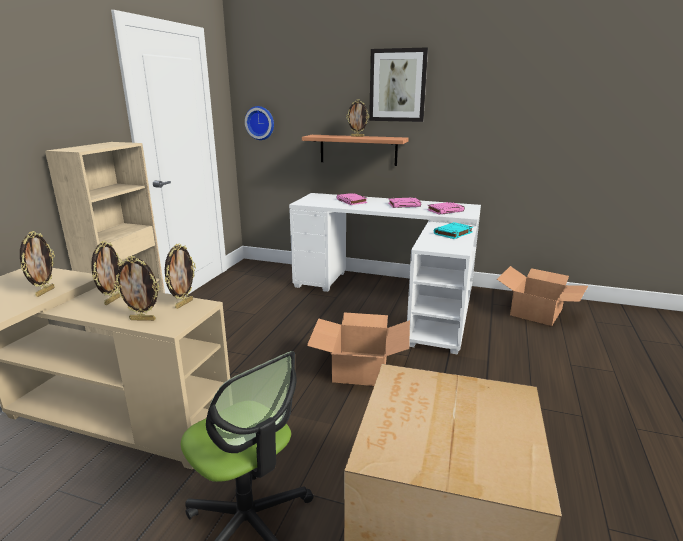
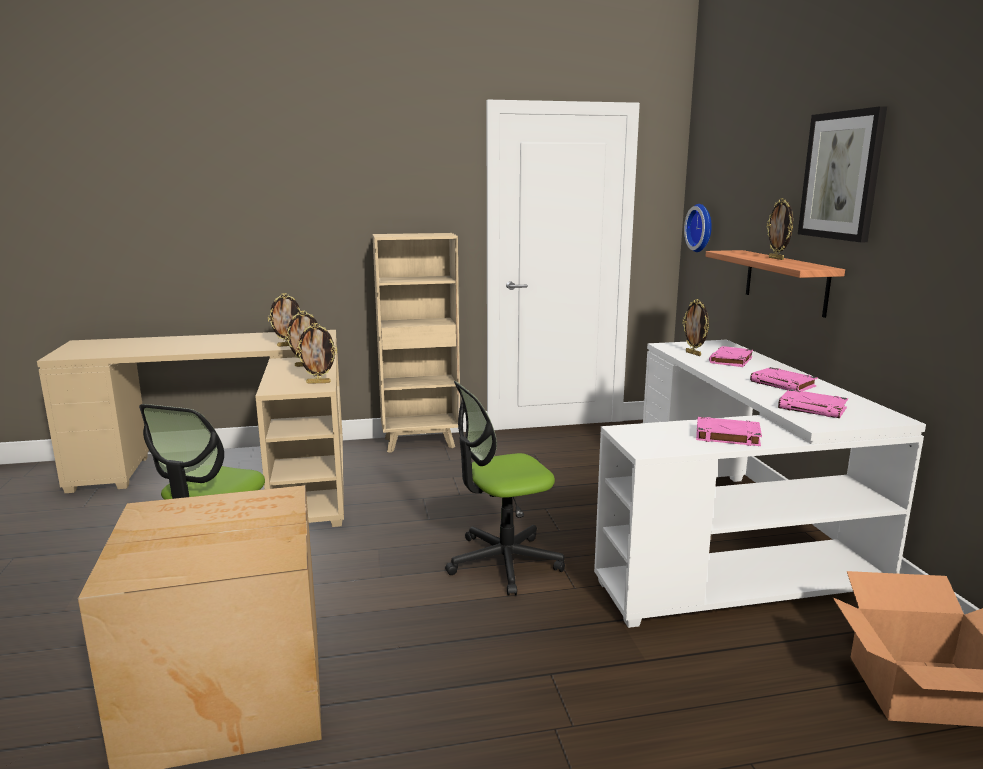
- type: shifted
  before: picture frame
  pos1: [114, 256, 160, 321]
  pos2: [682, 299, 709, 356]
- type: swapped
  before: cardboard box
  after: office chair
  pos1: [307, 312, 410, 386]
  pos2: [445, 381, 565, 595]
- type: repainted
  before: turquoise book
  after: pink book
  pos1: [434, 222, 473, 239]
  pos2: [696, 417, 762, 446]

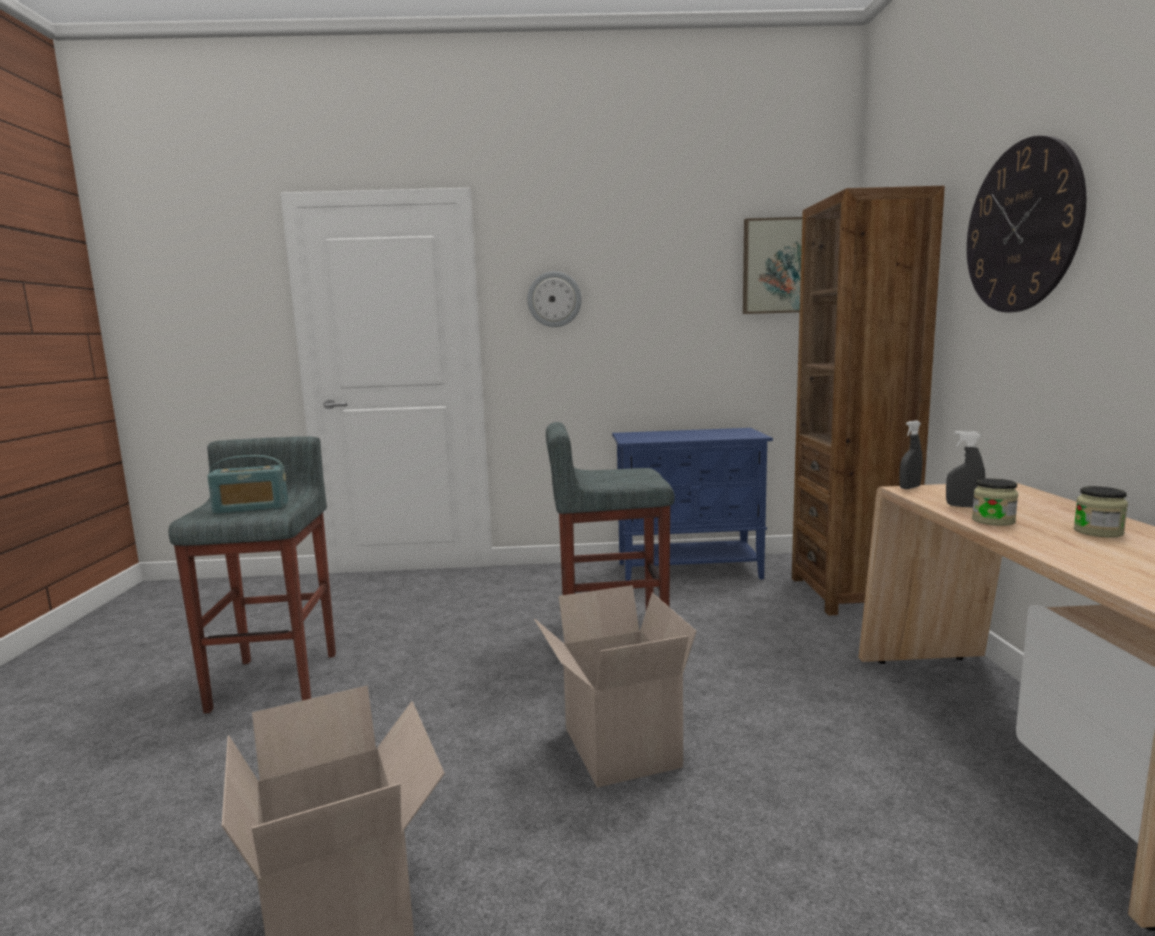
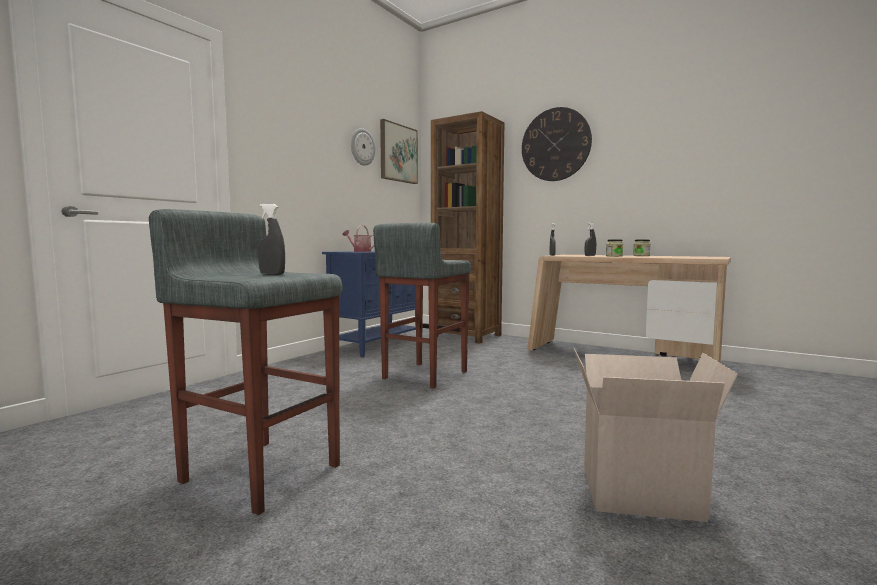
- type: gone
  before: cardboard box
  pos1: [534, 585, 696, 788]
- type: new
  after: watering can
  pos2: [342, 225, 374, 252]
- type: shifted
  before: wall clock
  pos1: [527, 271, 582, 327]
  pos2: [351, 128, 375, 166]
- type: swapped
  before: radio
  after: grey spray bottle
  pos1: [207, 455, 288, 514]
  pos2: [258, 204, 285, 275]

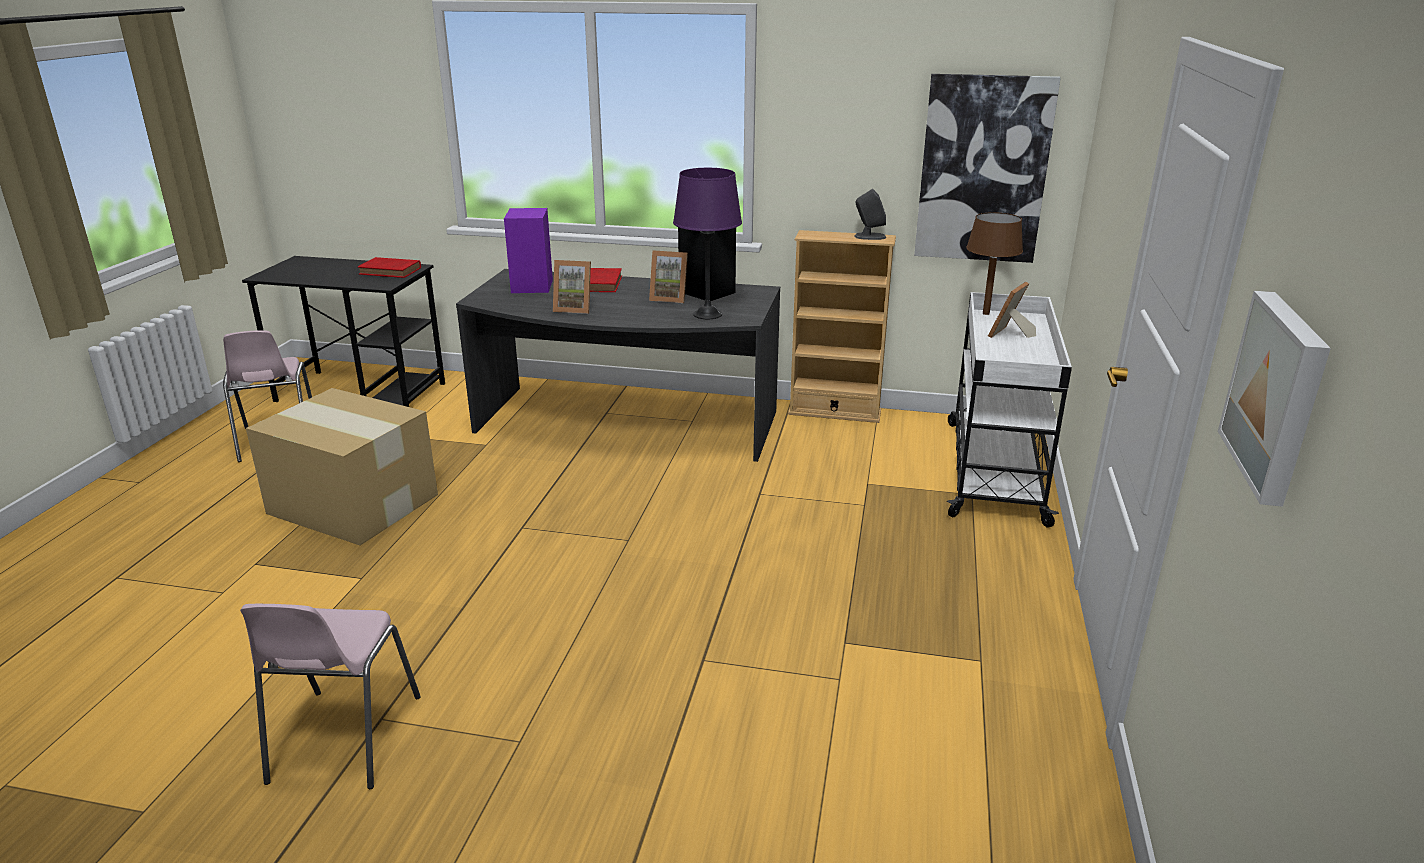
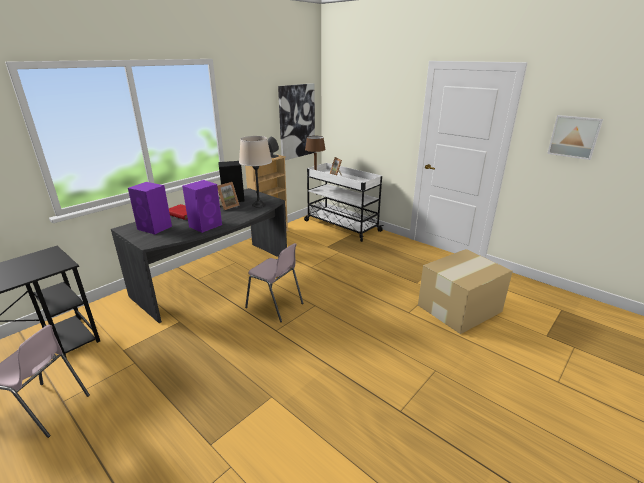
- type: gone
  before: red book
  pos1: [358, 257, 421, 278]
- type: shifted
  before: pink chair
  pos1: [240, 604, 420, 789]
  pos2: [245, 243, 303, 322]
- type: shifted
  before: cardboard box
  pos1: [246, 388, 438, 545]
  pos2: [418, 249, 513, 334]
- type: swapped
  before: picture frame
  after: purple speaker
  pos1: [553, 260, 591, 314]
  pos2: [182, 180, 222, 233]
- type: repainted
  before: purple table lamp
  after: beige table lamp
  pos1: [673, 168, 742, 319]
  pos2: [239, 136, 272, 207]

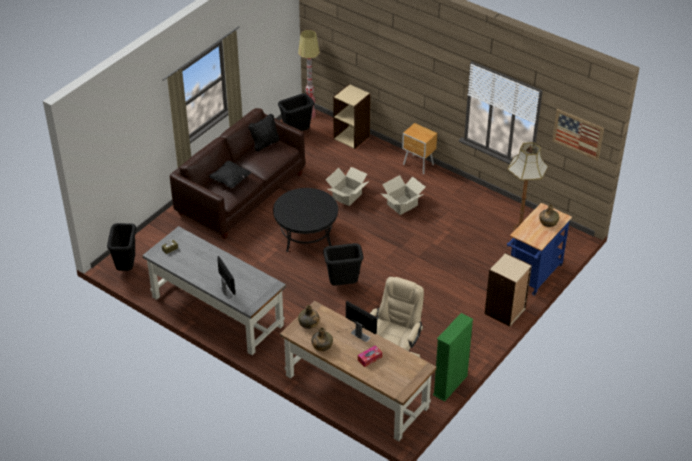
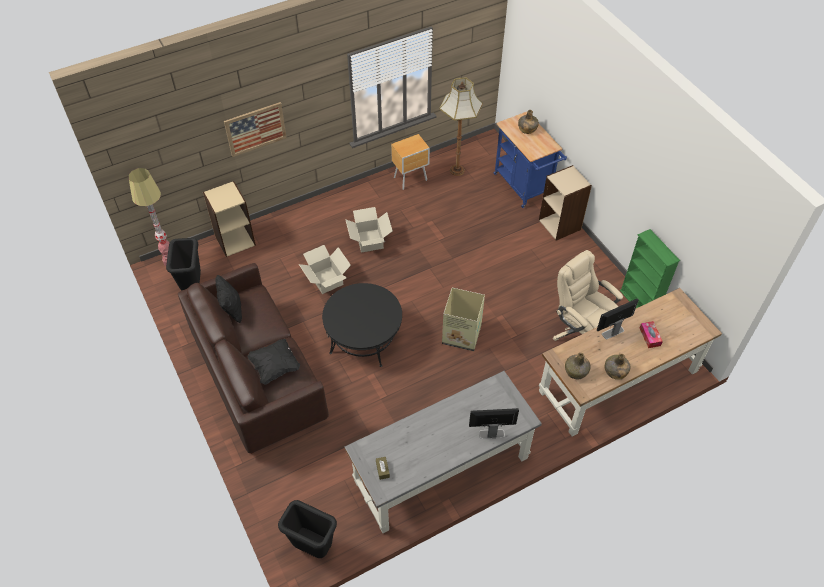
- type: shifted
  before: brown nightstand
  pos1: [402, 123, 437, 174]
  pos2: [391, 134, 430, 190]
- type: shifted
  before: picture
  pos1: [552, 109, 604, 161]
  pos2: [224, 102, 287, 157]
- type: swapped
  before: black trash can
  after: cardboard box
  pos1: [323, 243, 364, 286]
  pos2: [442, 288, 485, 351]

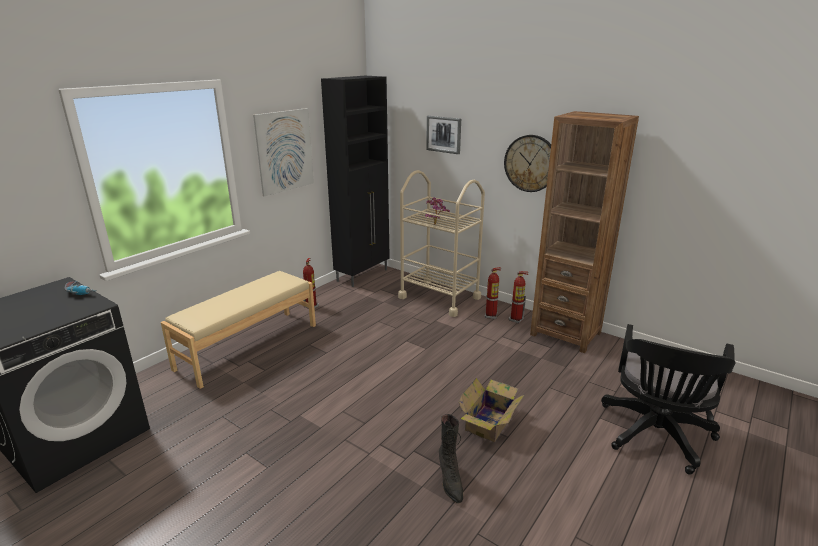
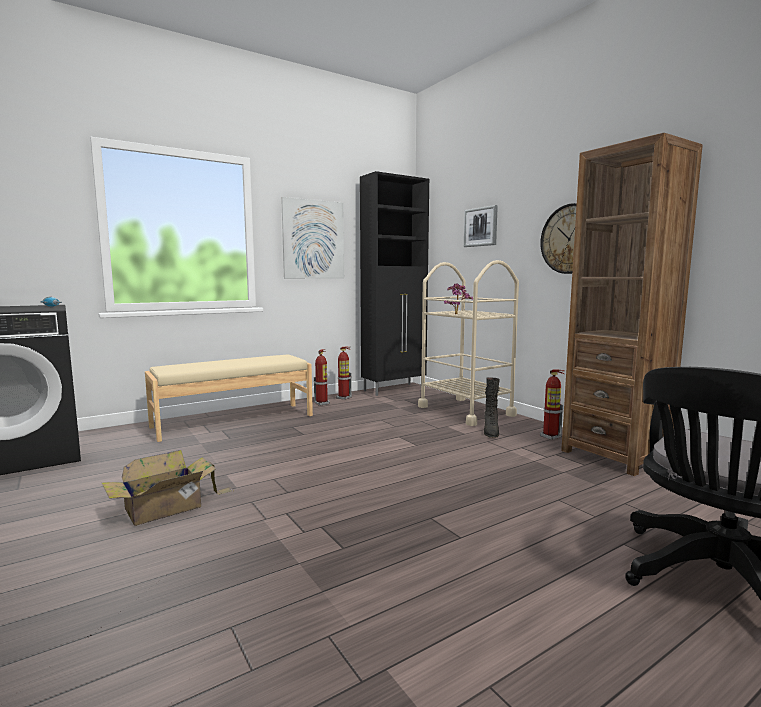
- type: shifted
  before: black boot
  pos1: [439, 414, 463, 504]
  pos2: [484, 377, 500, 438]
- type: shifted
  before: cardboard box
  pos1: [459, 378, 525, 442]
  pos2: [102, 450, 234, 526]
- type: shifted
  before: fire extinguisher
  pos1: [485, 267, 501, 319]
  pos2: [336, 347, 352, 400]

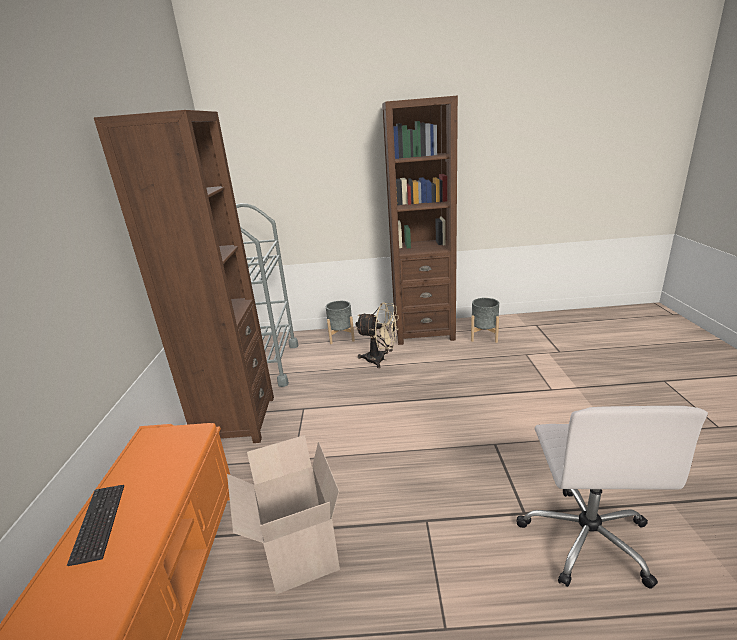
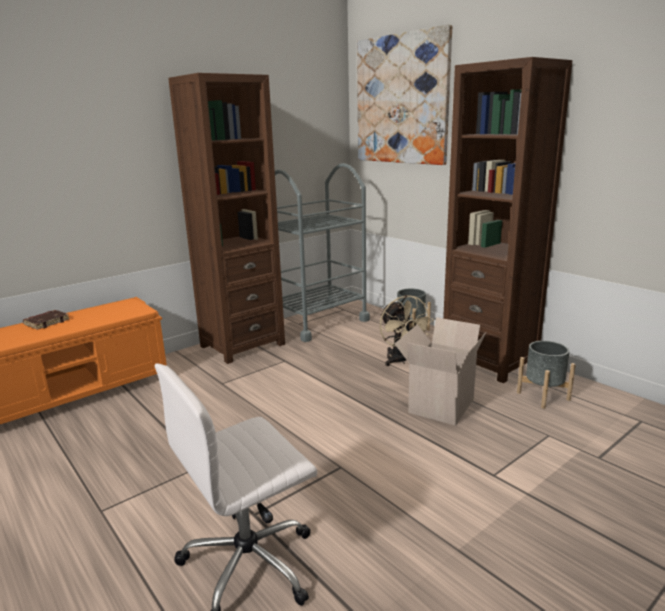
- type: new
  after: picture
  pos2: [357, 25, 452, 165]
- type: shifted
  before: cardboard box
  pos1: [227, 435, 340, 595]
  pos2: [394, 317, 486, 426]
- type: swapped
  before: keyboard
  after: brown book
  pos1: [67, 485, 124, 566]
  pos2: [23, 310, 69, 330]

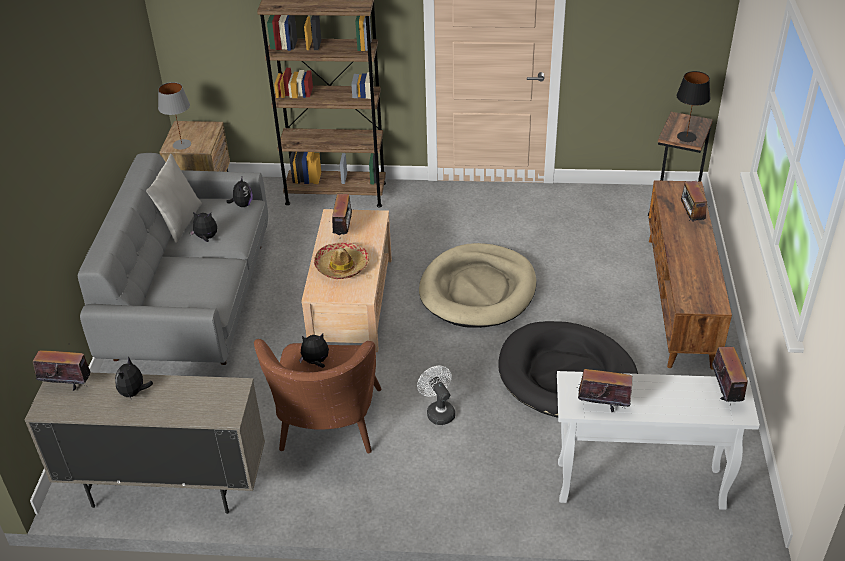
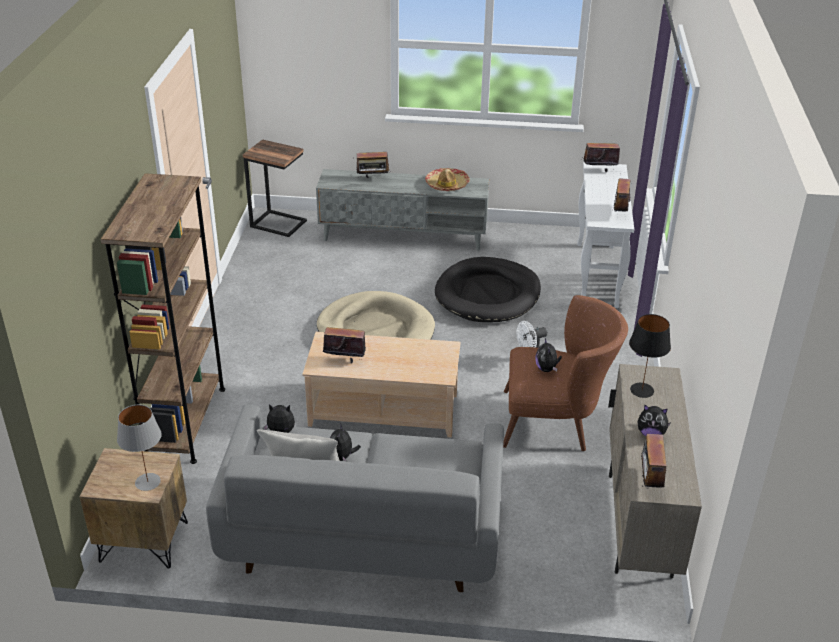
- type: shifted
  before: hat
  pos1: [314, 242, 369, 279]
  pos2: [425, 168, 470, 191]
- type: shifted
  before: black table lamp
  pos1: [676, 71, 711, 142]
  pos2: [629, 314, 671, 398]
- type: repainted
  before: brown tv stand
  after: grey tv stand
  pos1: [648, 180, 732, 370]
  pos2: [316, 169, 489, 251]

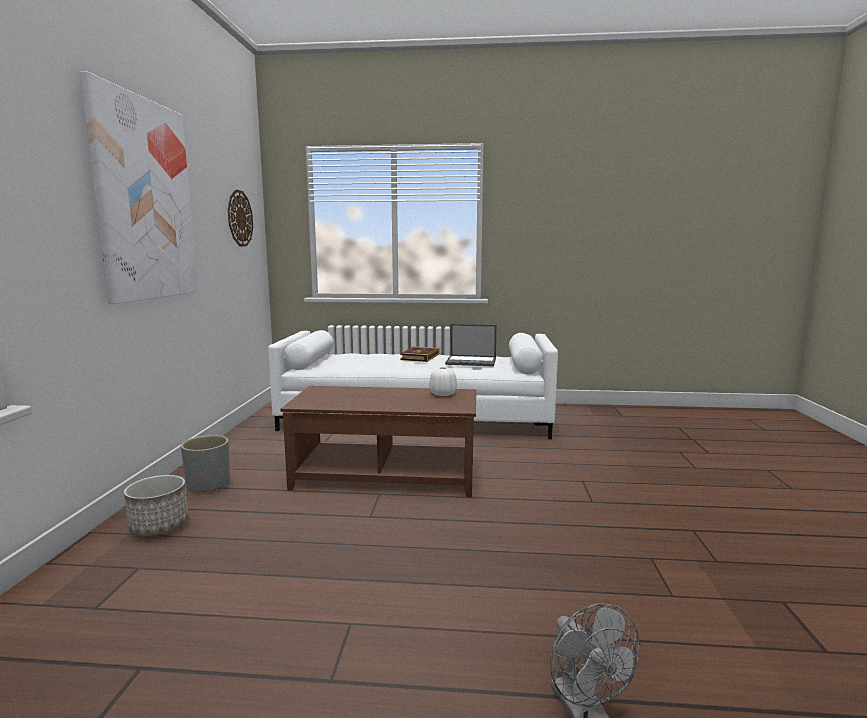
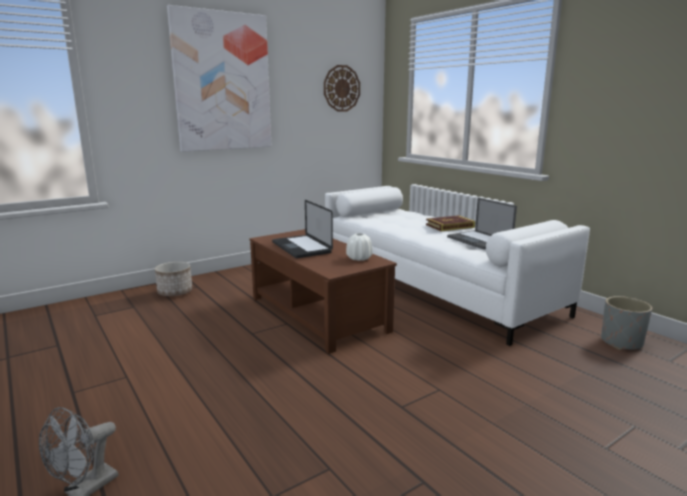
- type: new
  after: laptop
  pos2: [272, 200, 333, 258]
- type: shifted
  before: grey planter
  pos1: [181, 435, 230, 494]
  pos2: [601, 296, 652, 350]

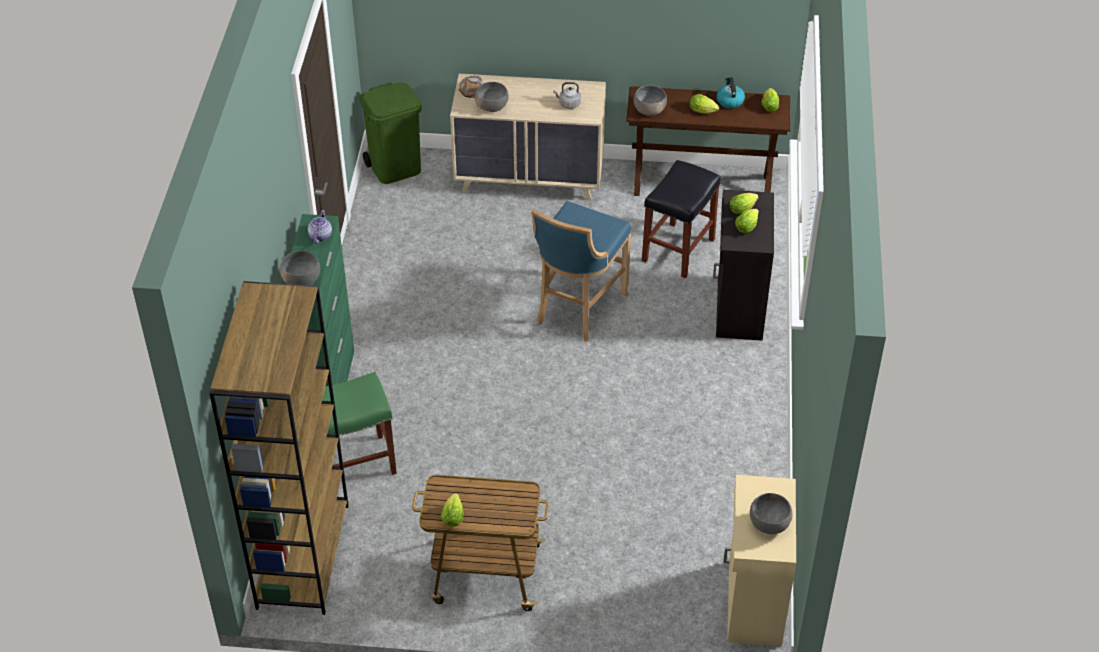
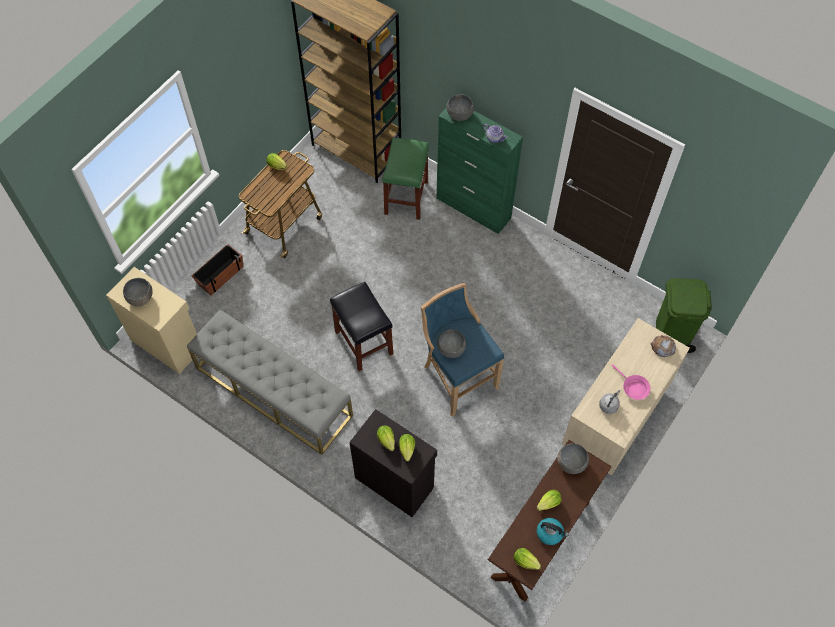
- type: new
  after: grey bench
  pos2: [187, 310, 353, 455]
- type: new
  after: planter
  pos2: [192, 244, 243, 295]
- type: new
  after: pink frying pan
  pos2: [612, 364, 651, 400]
- type: shifted
  before: grey bowl
  pos1: [475, 82, 509, 112]
  pos2: [437, 329, 466, 358]
- type: shifted
  before: black stool
  pos1: [642, 160, 721, 278]
  pos2: [330, 282, 393, 371]

